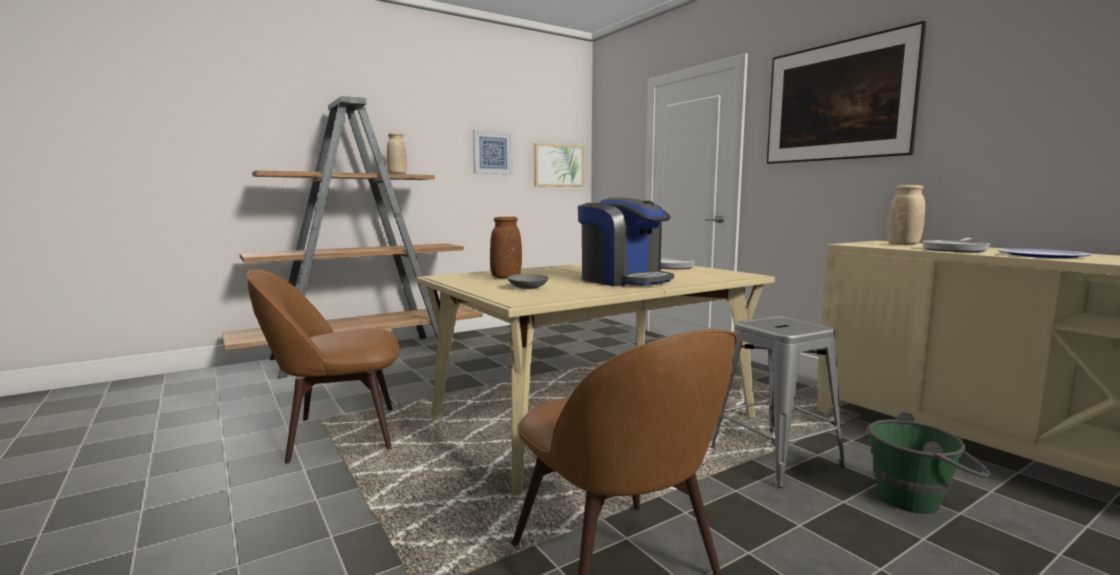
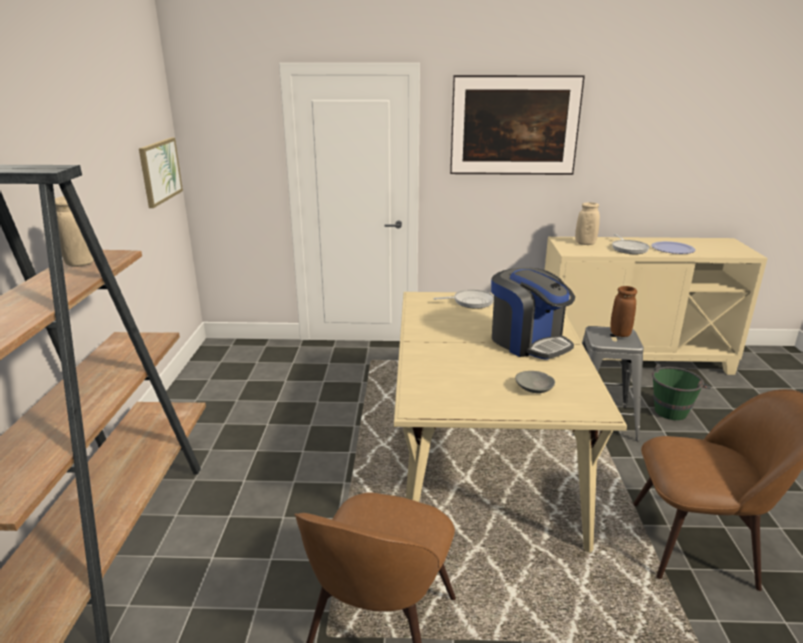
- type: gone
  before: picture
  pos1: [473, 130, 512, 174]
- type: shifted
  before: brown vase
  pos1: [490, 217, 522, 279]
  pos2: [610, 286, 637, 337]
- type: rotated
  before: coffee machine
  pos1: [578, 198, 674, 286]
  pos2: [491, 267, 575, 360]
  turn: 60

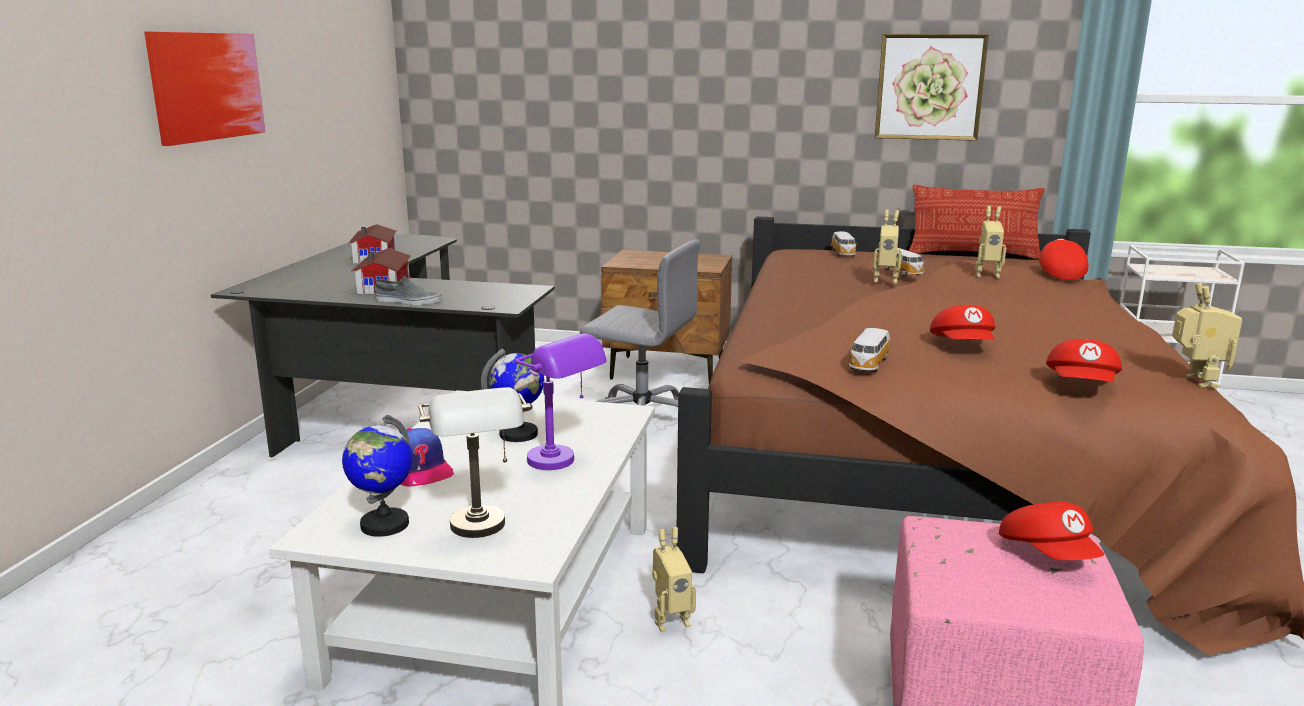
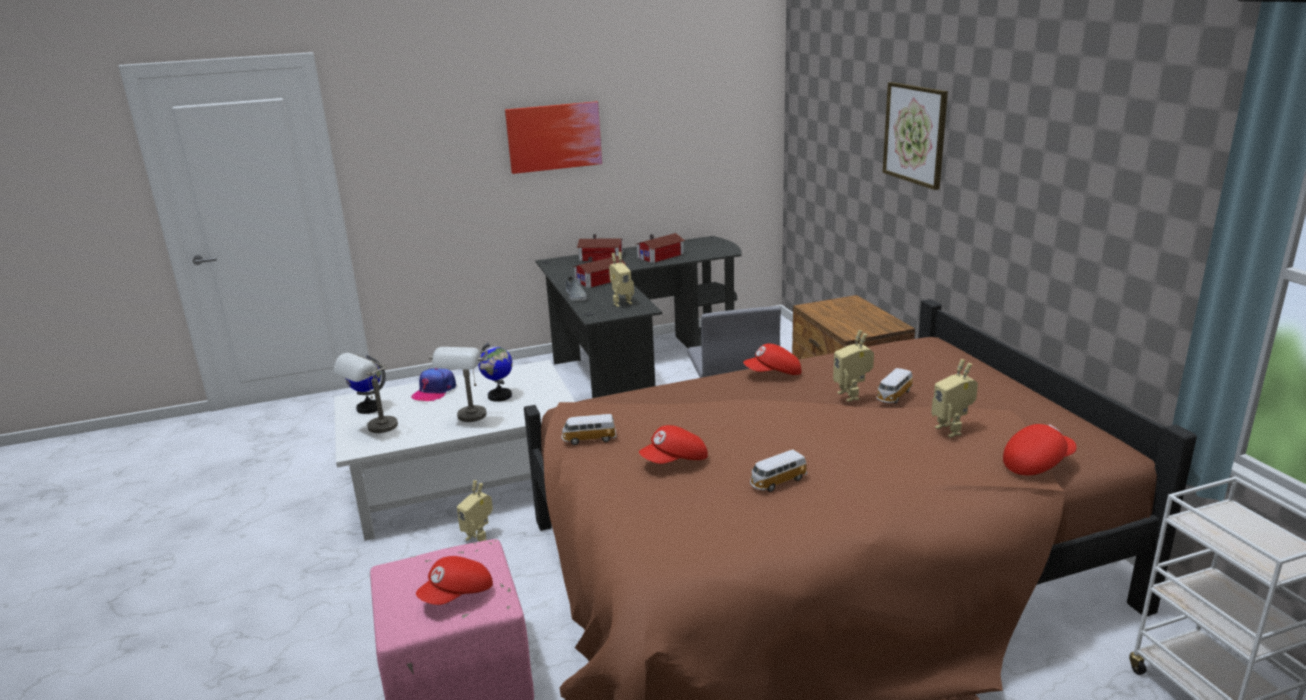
- type: gone
  before: pillow
  pos1: [909, 185, 1044, 259]
- type: new
  after: toy house
  pos2: [577, 234, 623, 261]
- type: shifted
  before: toy car
  pos1: [831, 231, 858, 257]
  pos2: [750, 450, 807, 492]
- type: shifted
  before: picture
  pos1: [875, 34, 989, 141]
  pos2: [883, 82, 948, 190]
- type: shifted
  before: red cap
  pos1: [1046, 339, 1122, 382]
  pos2: [743, 344, 801, 375]
- type: shifted
  before: toy robot
  pos1: [1172, 283, 1243, 388]
  pos2: [609, 252, 634, 307]
- type: repainted
  before: purple table lamp
  after: grey table lamp
  pos1: [515, 333, 607, 470]
  pos2: [429, 347, 488, 422]

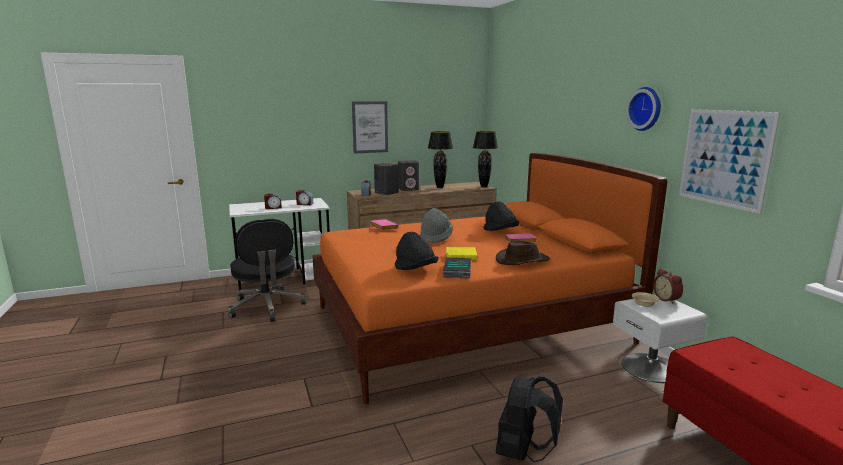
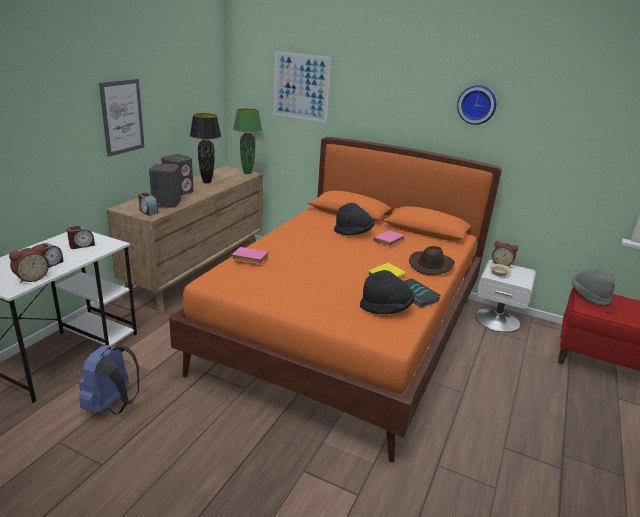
- type: gone
  before: black backpack
  pos1: [496, 376, 563, 462]
- type: new
  after: alarm clock
  pos2: [9, 244, 49, 284]
- type: shifted
  before: grey hat
  pos1: [420, 208, 453, 244]
  pos2: [572, 268, 615, 306]
- type: shifted
  before: picture
  pos1: [679, 109, 781, 214]
  pos2: [274, 51, 332, 123]
- type: swapped
  before: black office chair
  after: blue backpack
  pos1: [228, 219, 306, 322]
  pos2: [79, 345, 139, 415]
- type: repainted
  before: black table lamp
  after: green table lamp
  pos1: [473, 131, 498, 187]
  pos2: [233, 109, 262, 174]

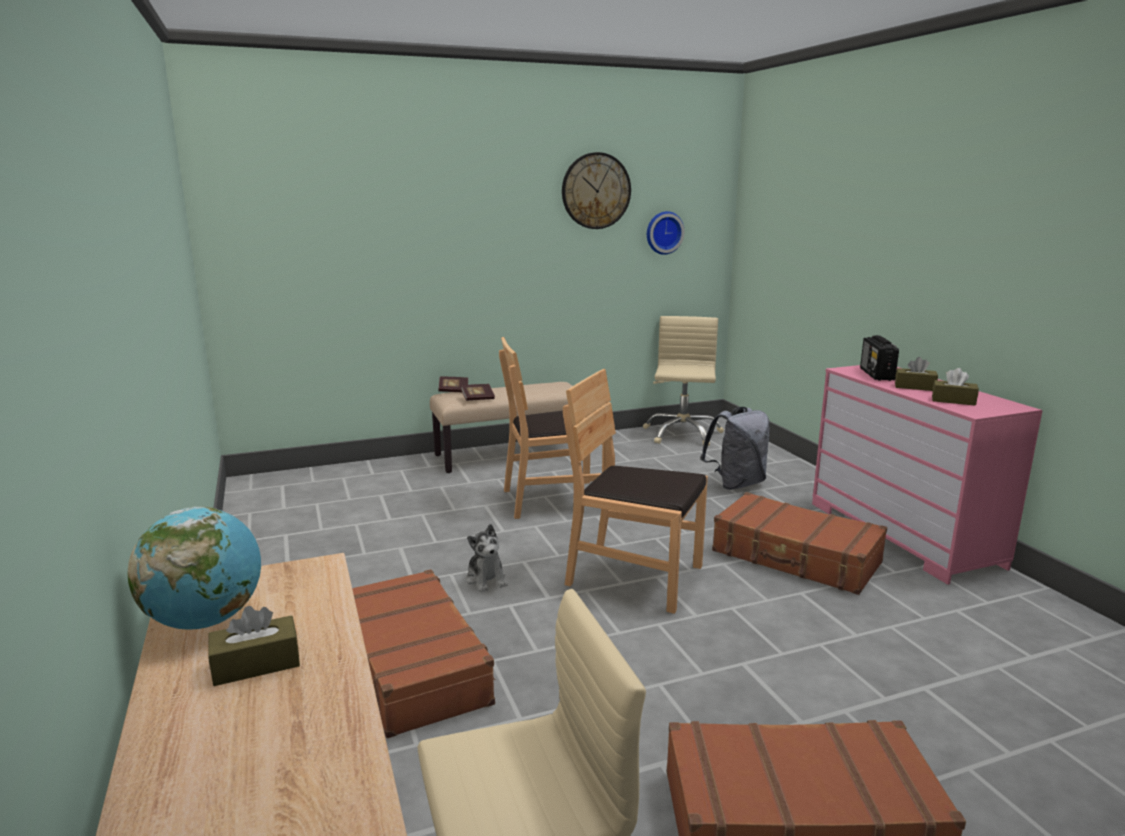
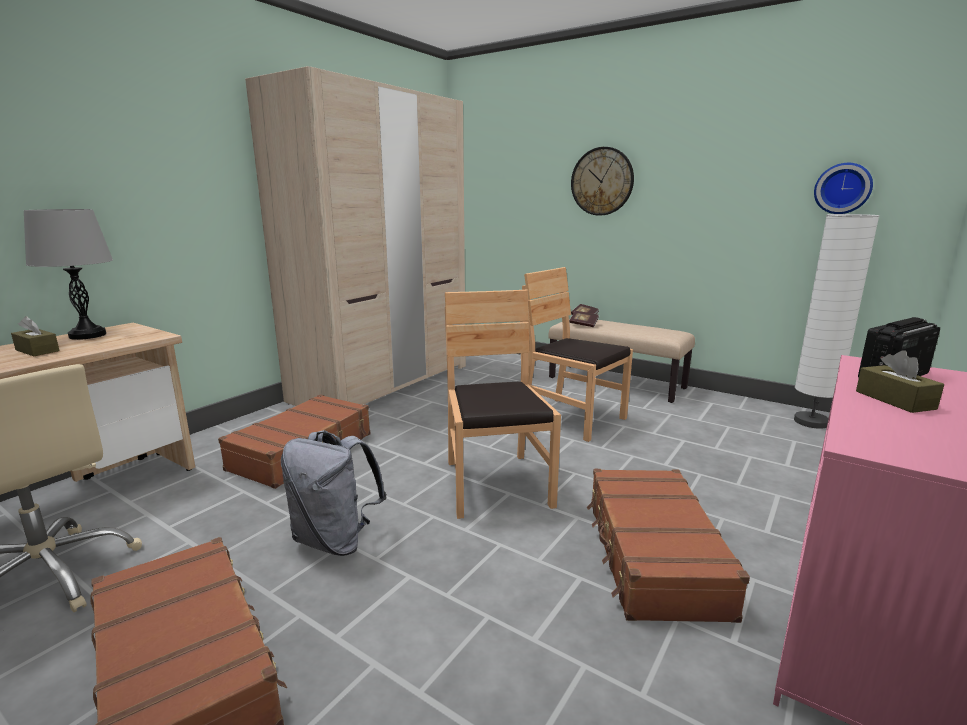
- type: gone
  before: plush toy
  pos1: [466, 524, 507, 592]
- type: gone
  before: brown tissue box
  pos1: [932, 368, 979, 406]
- type: new
  after: beige wardrobe
  pos2: [245, 66, 466, 406]
- type: shifted
  before: wall clock
  pos1: [562, 152, 631, 229]
  pos2: [571, 147, 634, 216]
- type: shifted
  before: grey backpack
  pos1: [700, 407, 770, 490]
  pos2: [281, 430, 386, 556]
- type: swapped
  before: globe
  after: grey table lamp
  pos1: [128, 507, 261, 630]
  pos2: [24, 209, 113, 340]
- type: swapped
  before: beige office chair
  after: white floor lamp
  pos1: [643, 316, 724, 446]
  pos2: [794, 214, 879, 429]

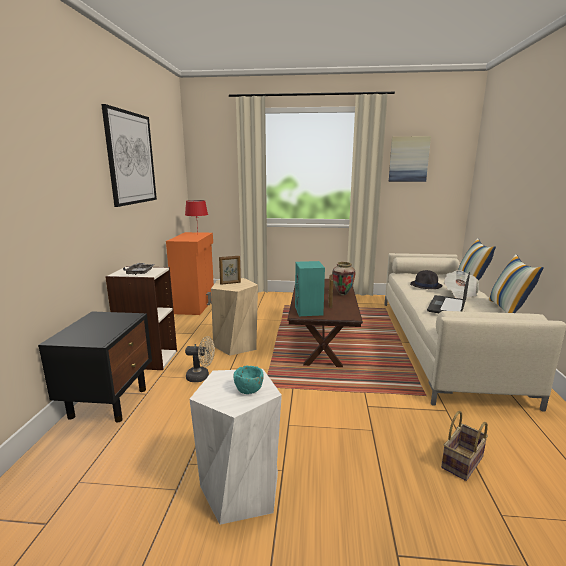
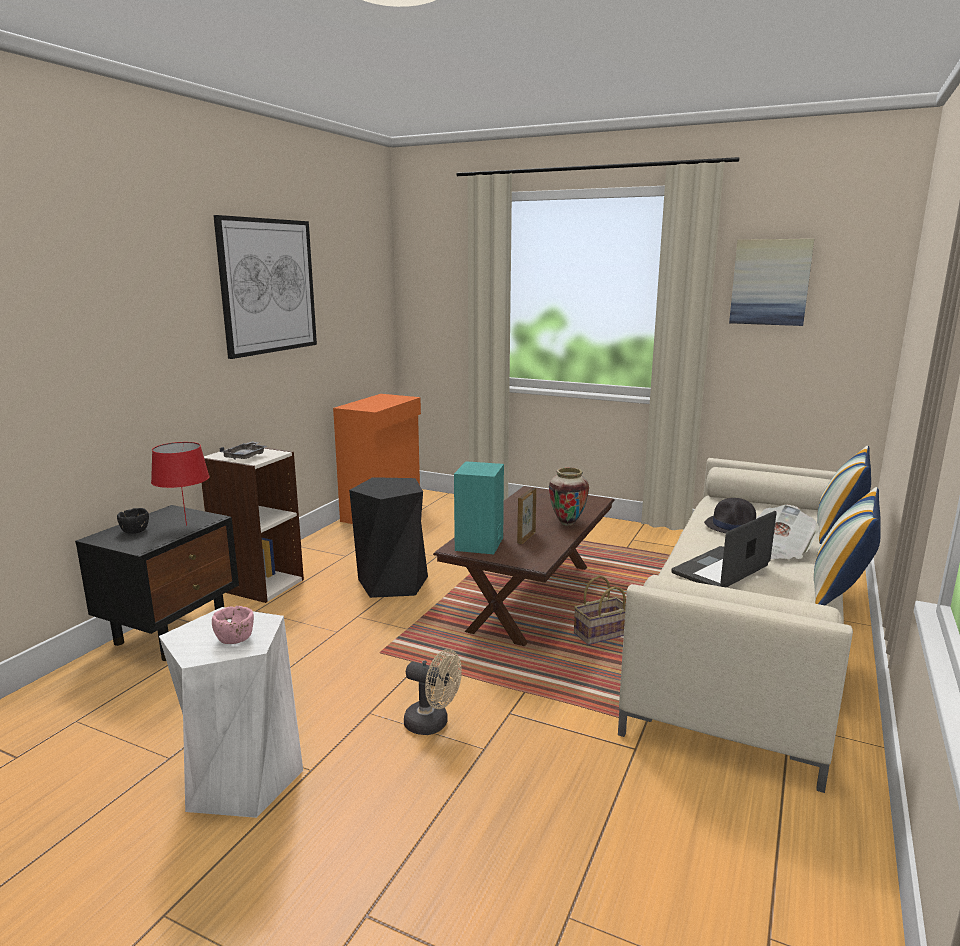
- type: gone
  before: picture frame
  pos1: [219, 256, 241, 285]
- type: new
  after: black bowl
  pos2: [117, 508, 149, 534]
- type: shifted
  before: red table lamp
  pos1: [185, 200, 208, 230]
  pos2: [151, 442, 210, 526]
- type: shifted
  before: beige fan
  pos1: [185, 336, 215, 382]
  pos2: [404, 649, 462, 735]
- type: shifted
  before: basket
  pos1: [441, 411, 488, 481]
  pos2: [574, 576, 626, 645]
- type: repainted
  before: beige stool
  after: black stool
  pos1: [211, 278, 258, 356]
  pos2: [349, 477, 428, 598]
- type: repainted
  before: turquoise bowl
  after: pink bowl
  pos1: [233, 366, 264, 394]
  pos2: [212, 606, 254, 644]

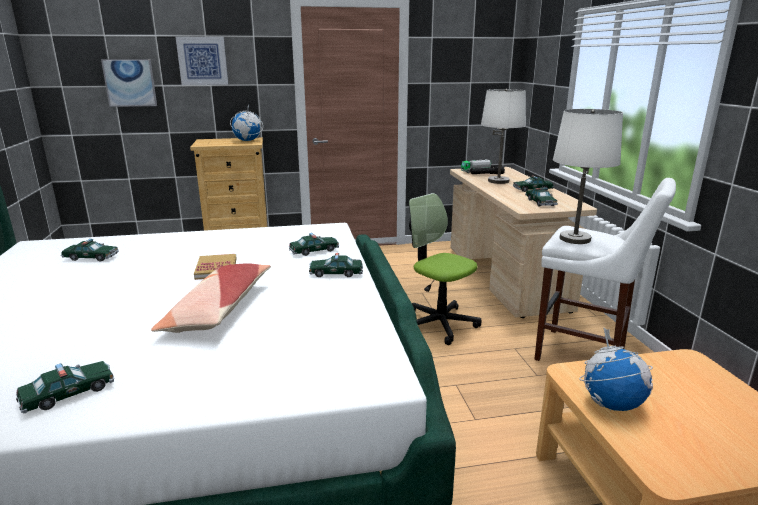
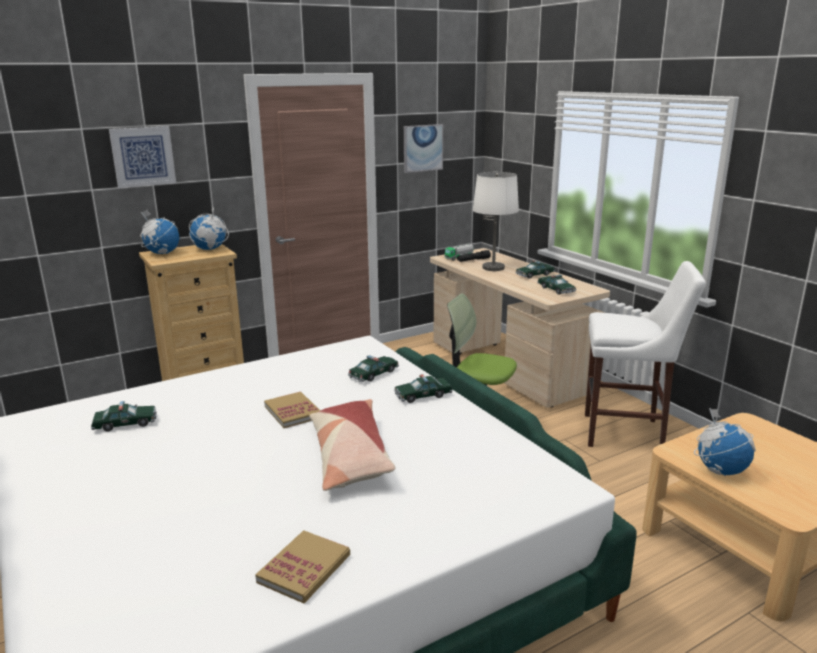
- type: gone
  before: white table lamp
  pos1: [553, 109, 623, 244]
- type: new
  after: globe
  pos2: [140, 209, 180, 254]
- type: shifted
  before: picture
  pos1: [101, 59, 157, 107]
  pos2: [404, 124, 443, 173]
- type: swapped
  before: toy car
  after: book
  pos1: [16, 361, 114, 413]
  pos2: [255, 530, 350, 603]

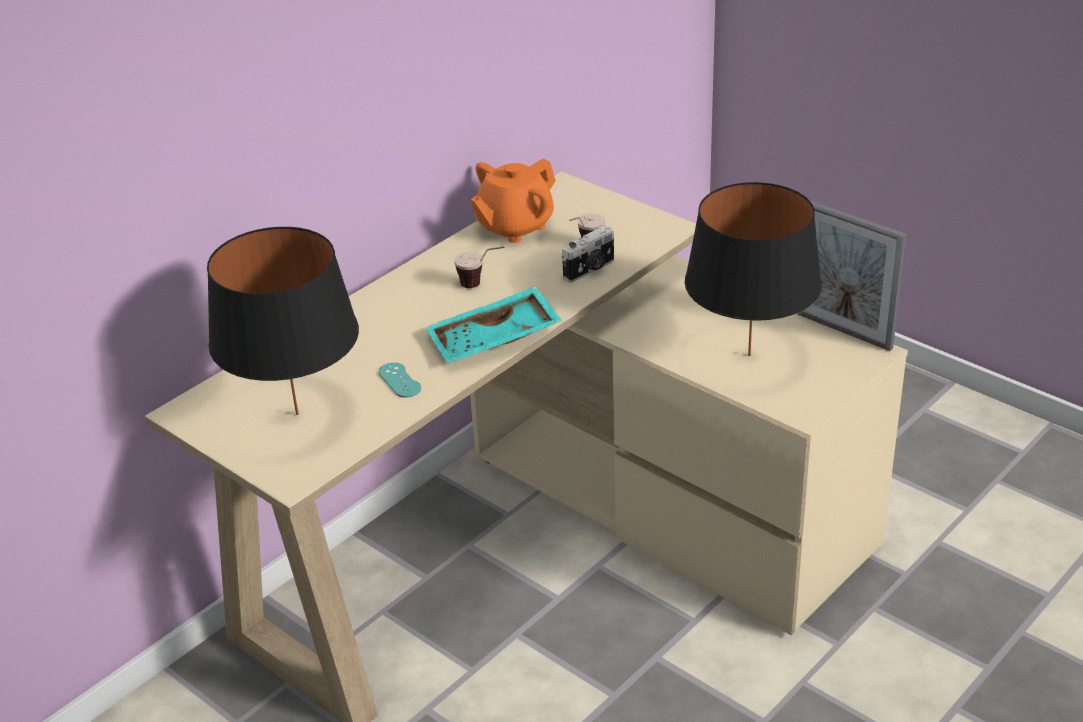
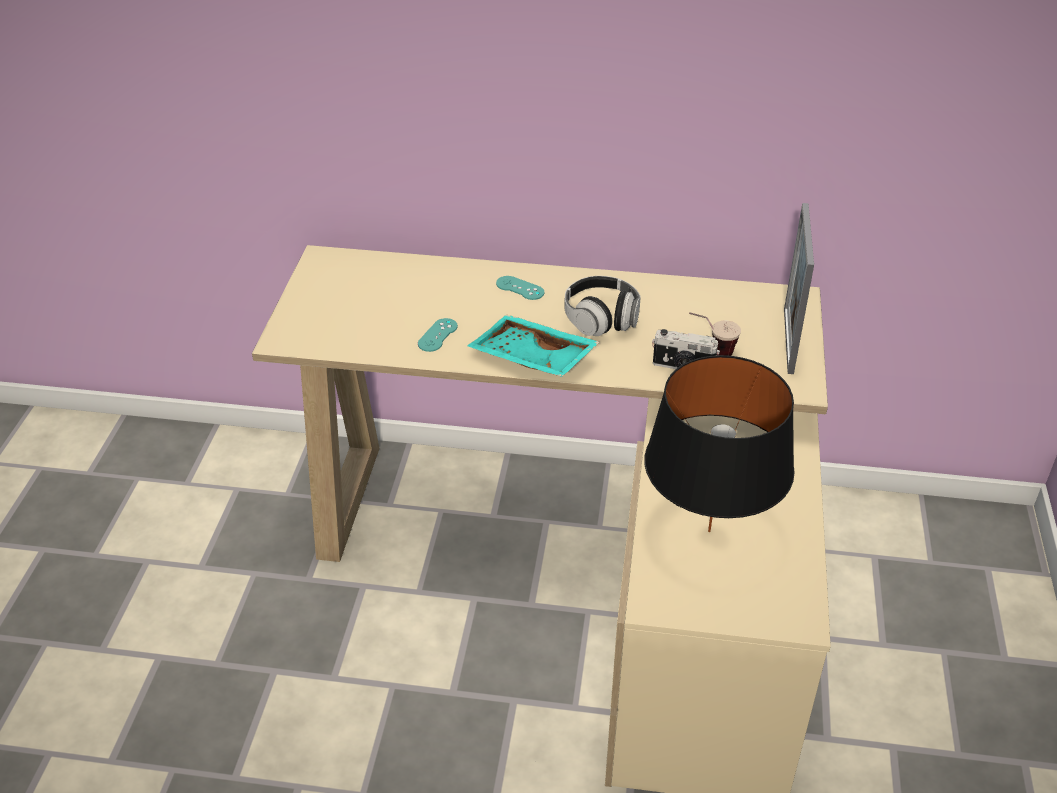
- type: gone
  before: black table lamp
  pos1: [207, 227, 359, 415]
- type: gone
  before: orange teapot
  pos1: [470, 158, 556, 243]
- type: new
  after: turquoise game controller
  pos2: [496, 276, 544, 300]
- type: shifted
  before: picture frame
  pos1: [797, 201, 906, 351]
  pos2: [784, 203, 814, 374]
- type: swapped
  before: cup
  after: headphones
  pos1: [454, 246, 505, 288]
  pos2: [564, 276, 641, 336]

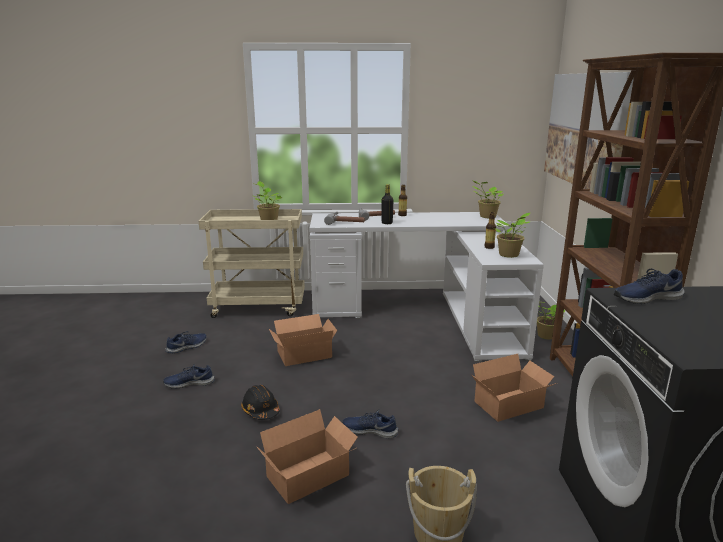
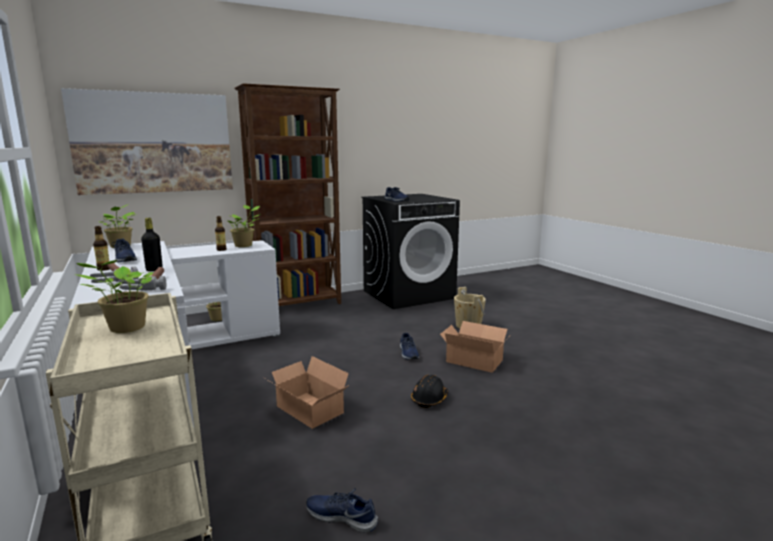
- type: gone
  before: cardboard box
  pos1: [471, 354, 557, 422]
- type: shifted
  before: blue shoe
  pos1: [163, 364, 215, 389]
  pos2: [112, 239, 137, 262]

